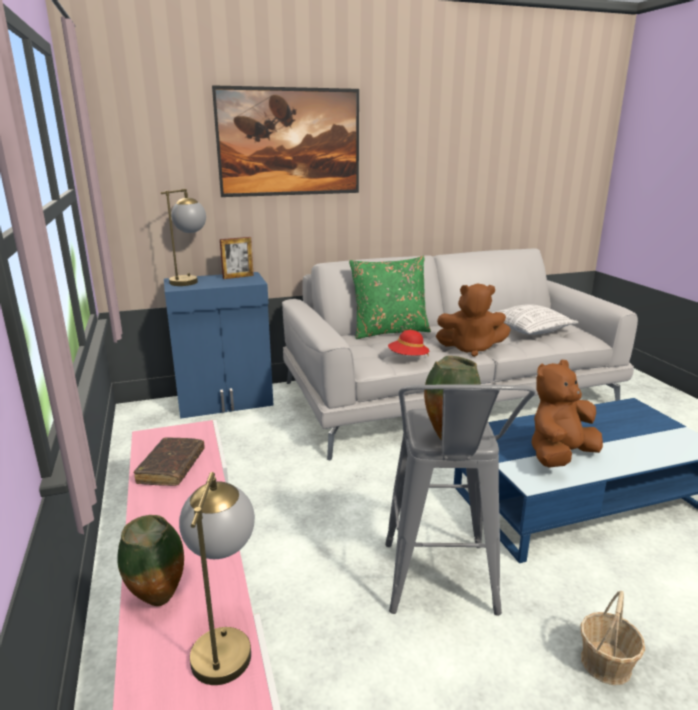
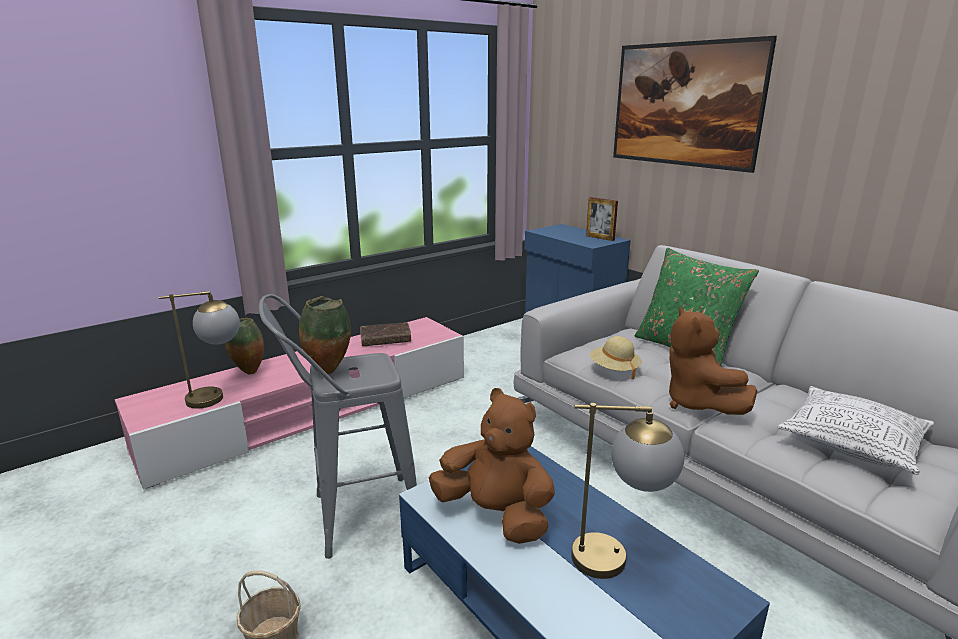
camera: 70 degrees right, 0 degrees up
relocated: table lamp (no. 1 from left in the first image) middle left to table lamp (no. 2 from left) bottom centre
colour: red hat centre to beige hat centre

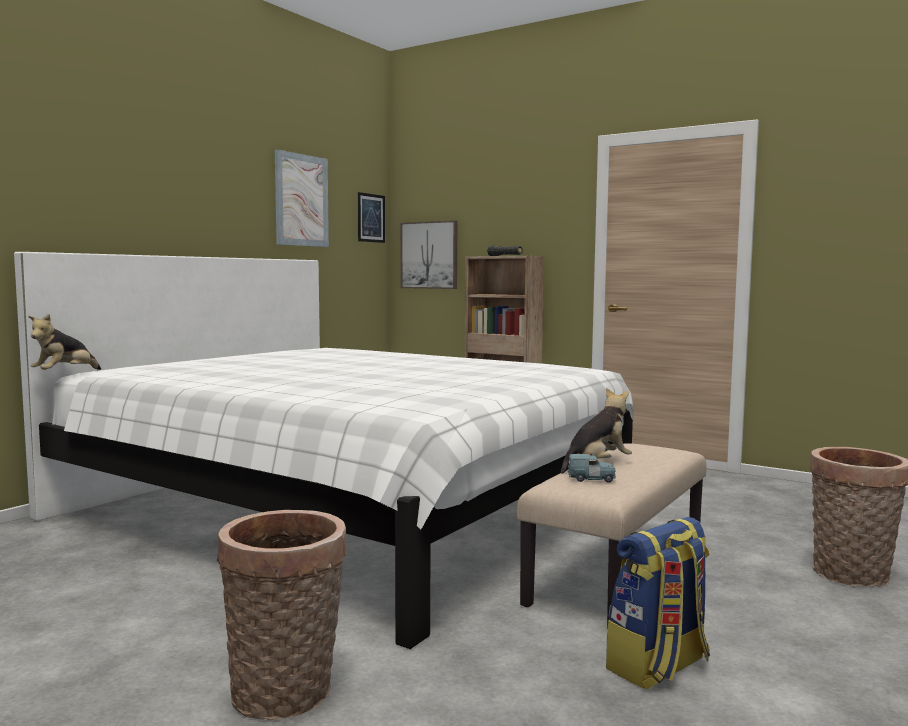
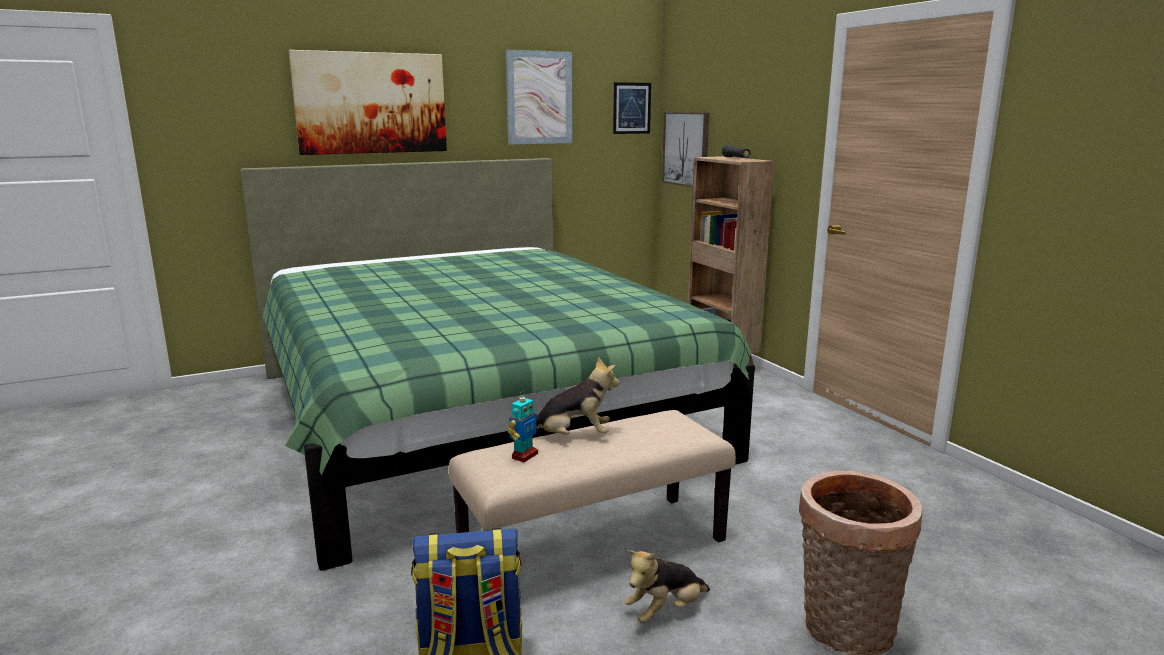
camera: 30 degrees right, 10 degrees up
missing: basket (no. 1 from left) bottom left
appeared: picture (no. 1 from left) top left
relocated: plush toy (no. 1 from left in the first image) middle left to plush toy (no. 2 from left) bottom centre
exchanged: blue toy car centre to toy robot centre
colour: white bed centre to green bed centre

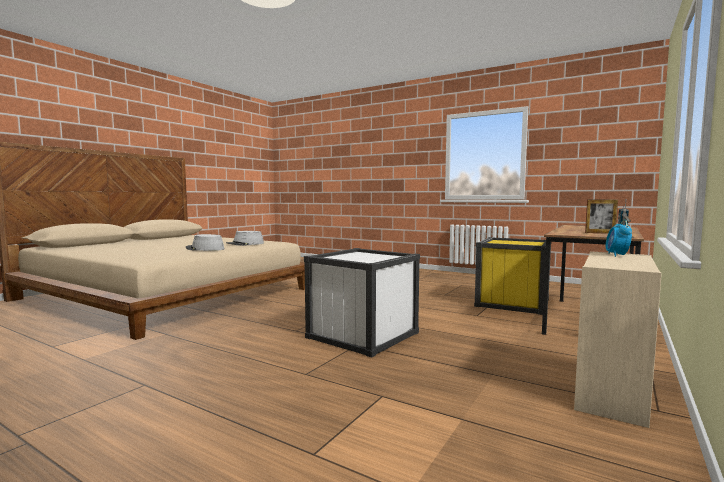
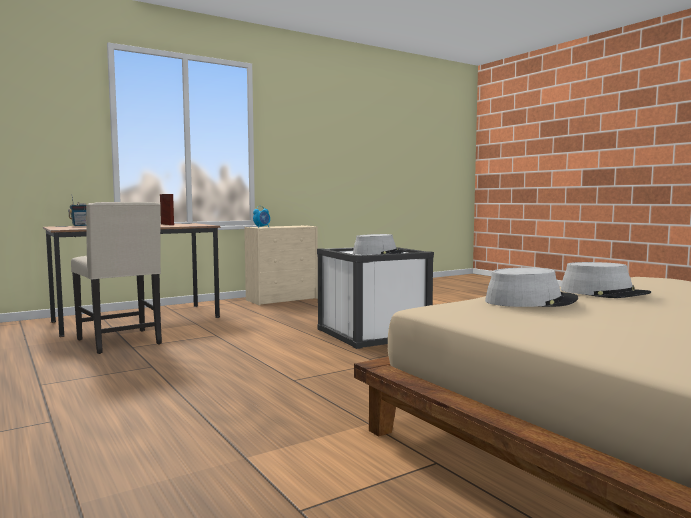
camera: 155 degrees left, 0 degrees up
appeared: grey hat (no. 1 from left) centre
exchanged: yellow storage box middle right to beige chair middle left

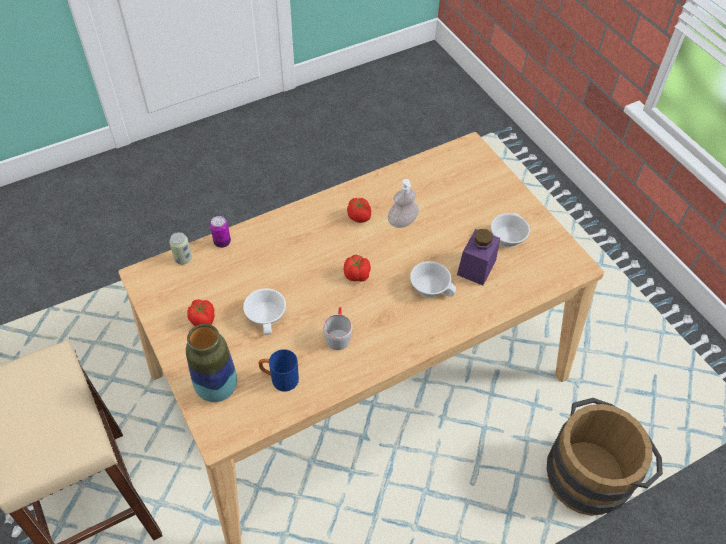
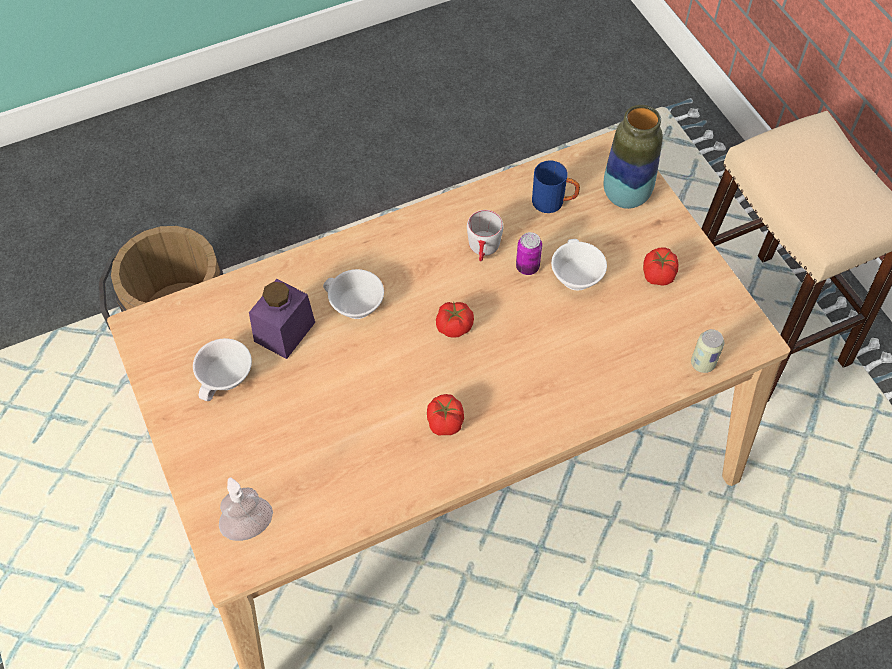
camera: 175 degrees left, 5 degrees up
relocated: can (no. 2 from left in the first image) middle left to can (no. 1 from left) centre; soap dispenser centre to bottom left

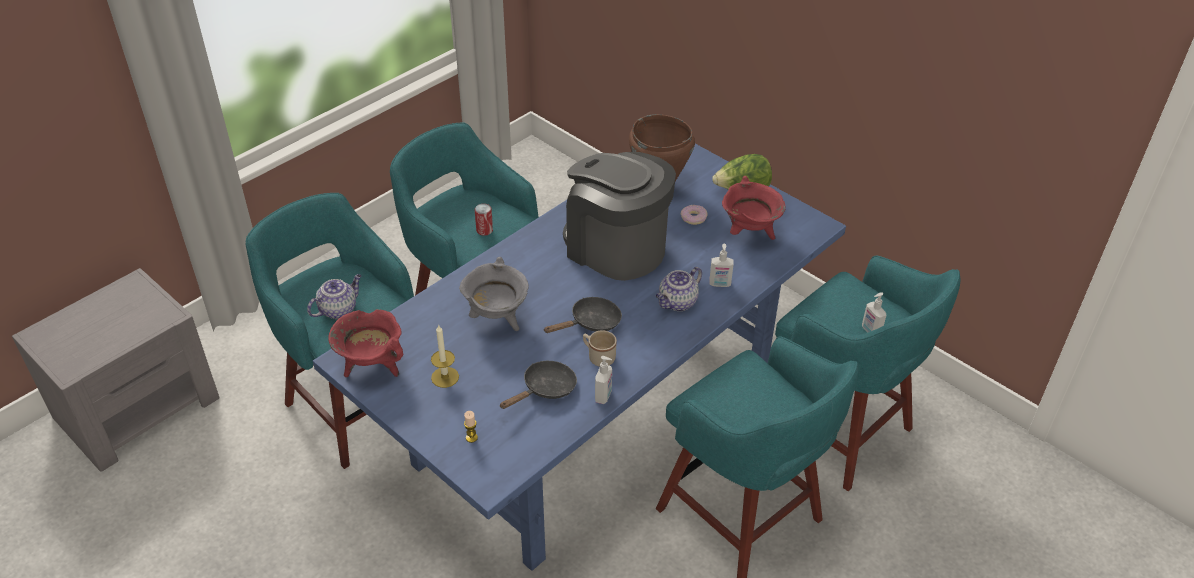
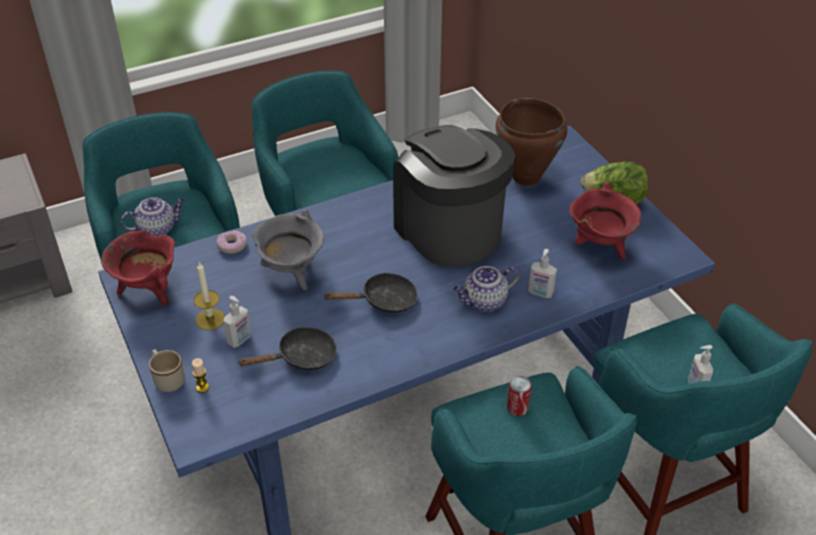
camera: 20 degrees right, 0 degrees up
relocated: can centre to bottom centre; beige mug centre to bottom left; soap dispenser (no. 1 from left) centre to middle left; donut centre to middle left

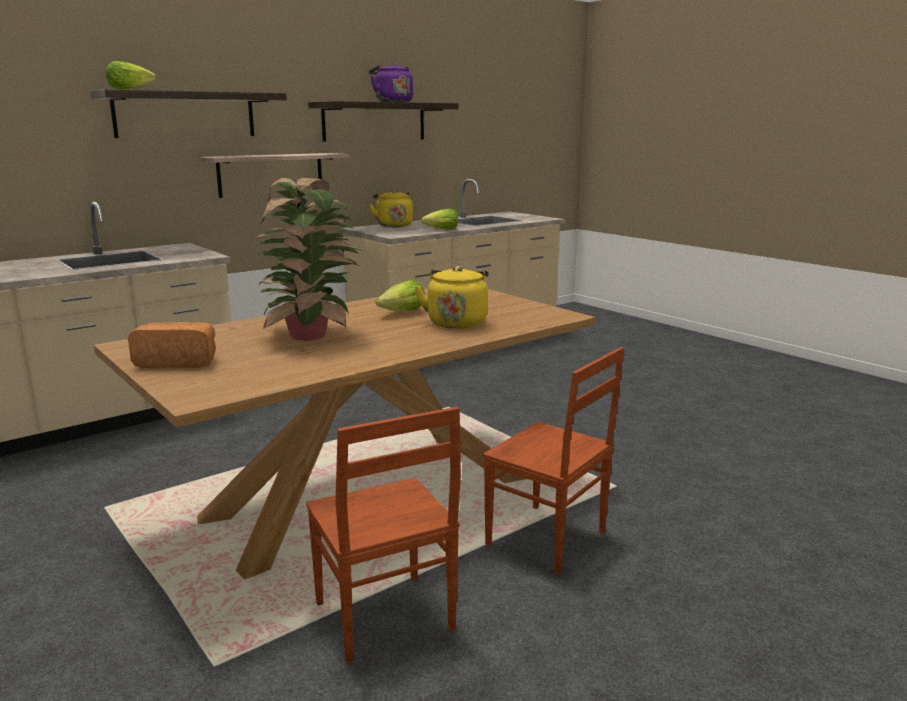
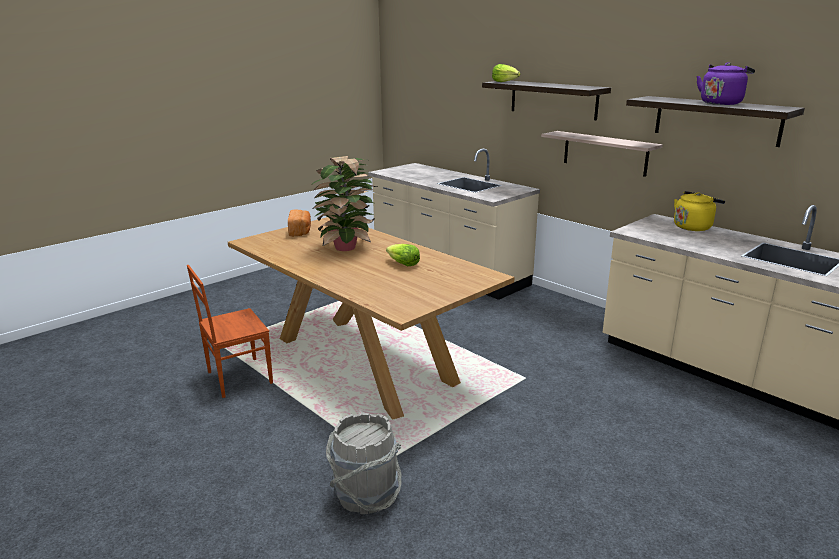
camera: 85 degrees right, 5 degrees up
missing: yellow kettle (no. 2 from left) centre; lettuce (no. 3 from left) top centre; brown chair (no. 2 from left) centre
appeared: grey bucket bottom centre

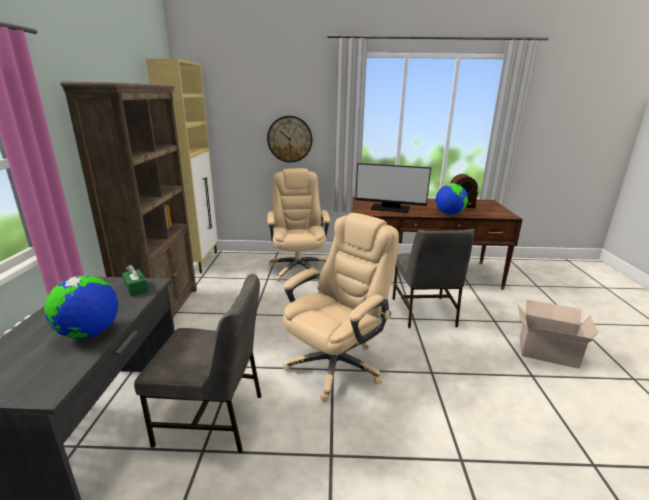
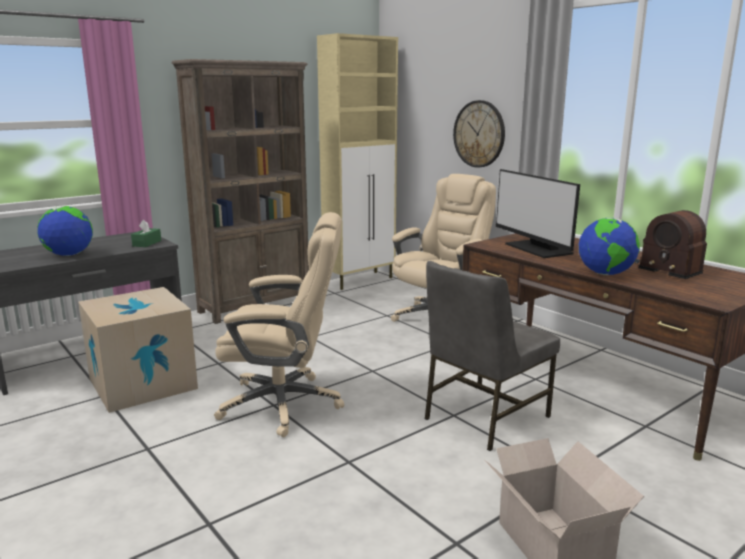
camera: 50 degrees right, 5 degrees down
exchanged: grey chair (no. 1 from left) bottom left to cardboard box (no. 1 from left) middle left

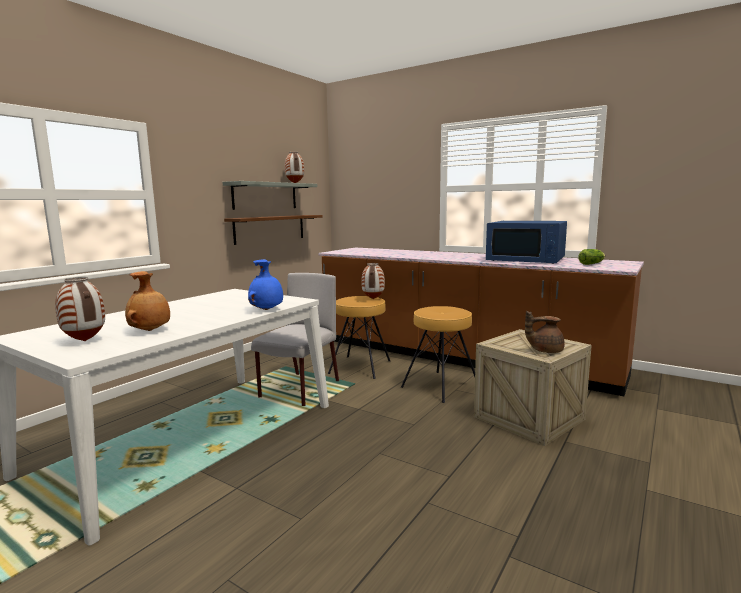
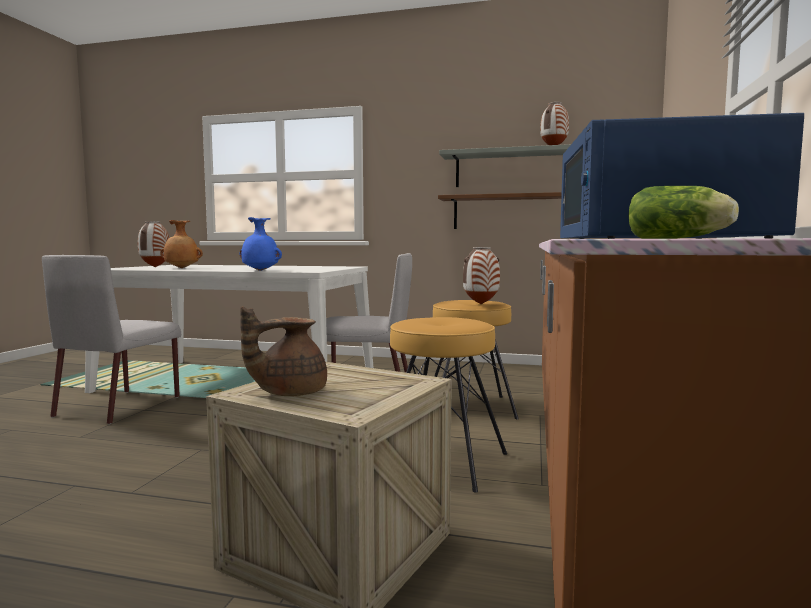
camera: 70 degrees right, 5 degrees down
appeared: grey chair (no. 1 from left) middle left
spun: brown teapot middle right = centre 105 degrees counterclockwise

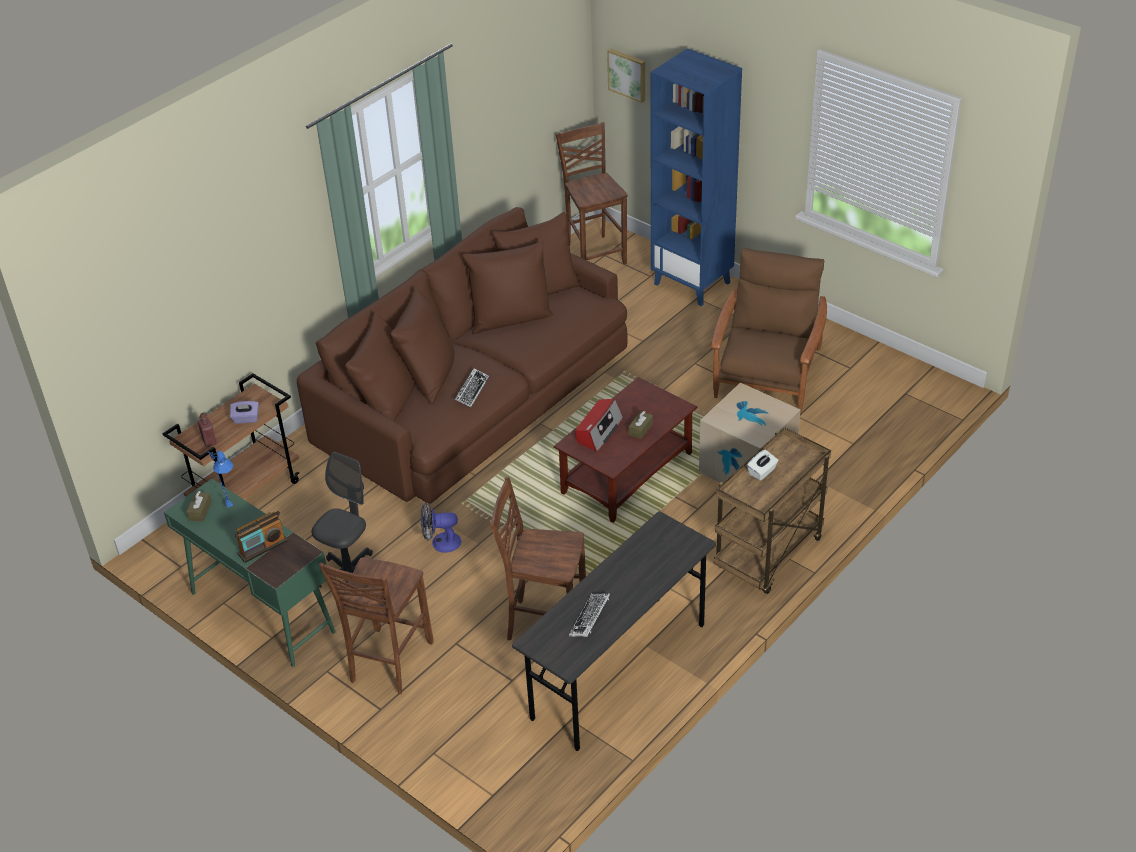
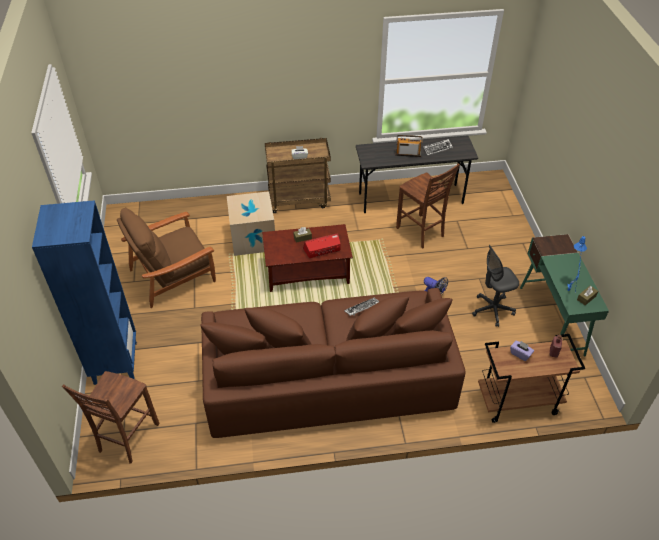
camera: 140 degrees left, 5 degrees up
missing: brown chair (no. 1 from left) bottom left; picture top centre
relocated: radio (no. 1 from left in the first image) middle left to radio (no. 2 from left) top centre

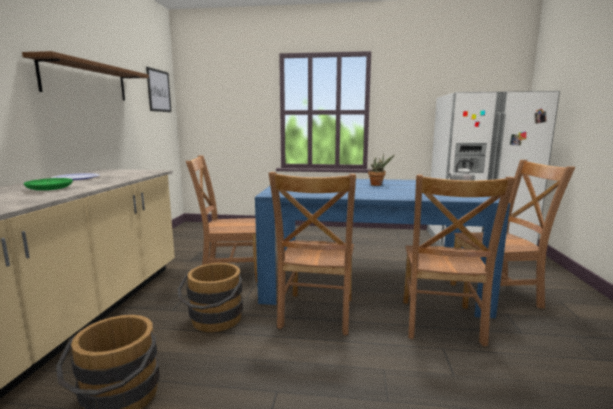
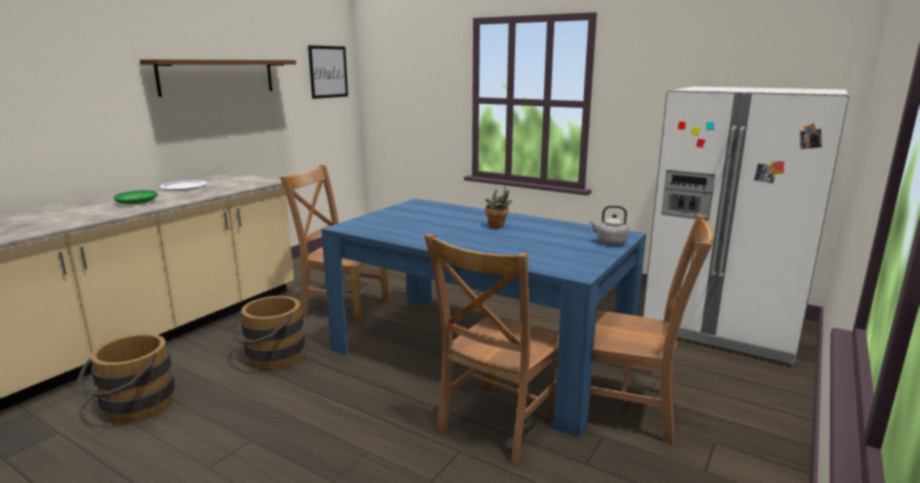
camera: 25 degrees right, 5 degrees up
missing: brown chair (no. 2 from left) centre

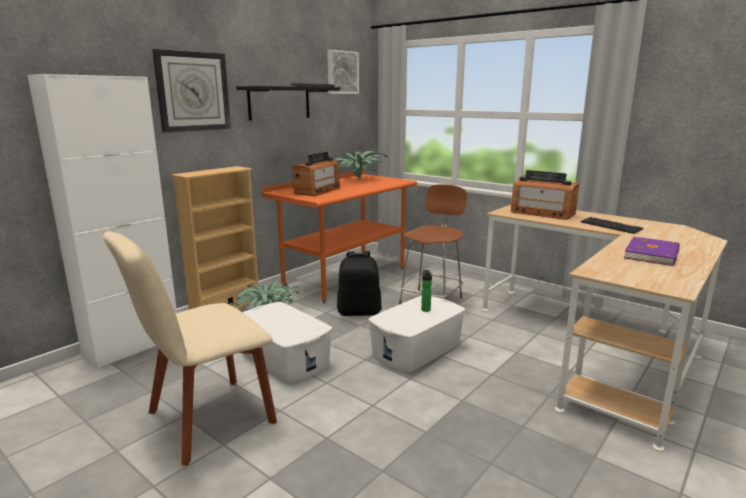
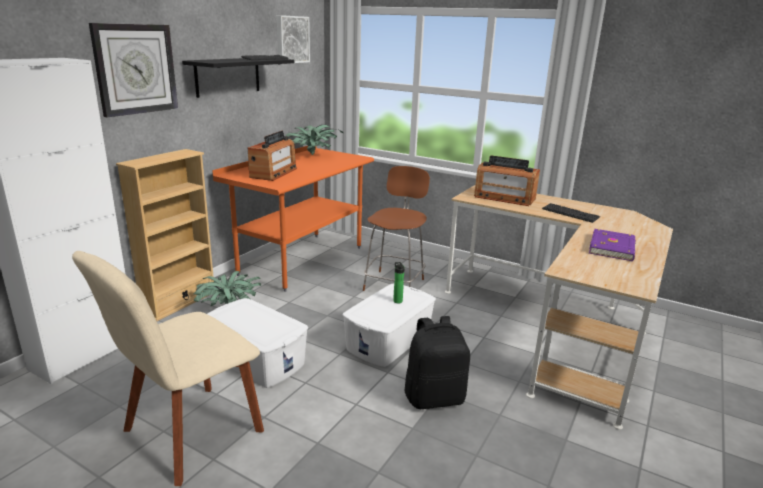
camera: 10 degrees left, 5 degrees up
relocated: black backpack centre to bottom centre

